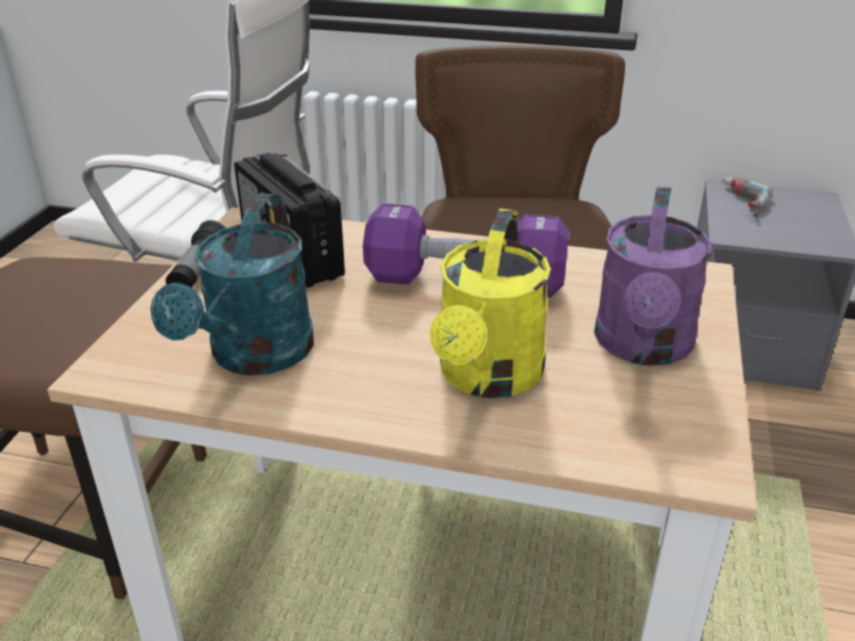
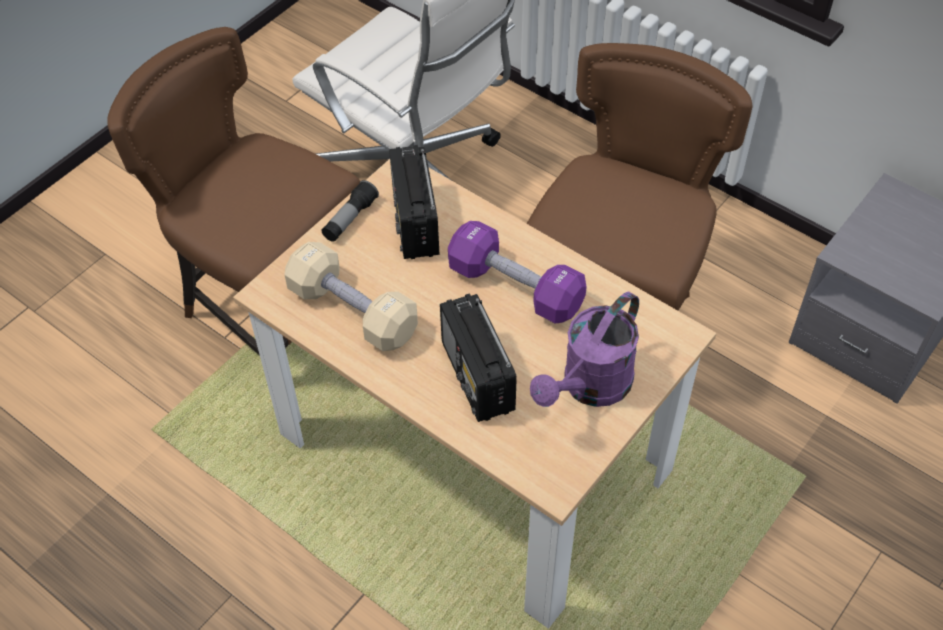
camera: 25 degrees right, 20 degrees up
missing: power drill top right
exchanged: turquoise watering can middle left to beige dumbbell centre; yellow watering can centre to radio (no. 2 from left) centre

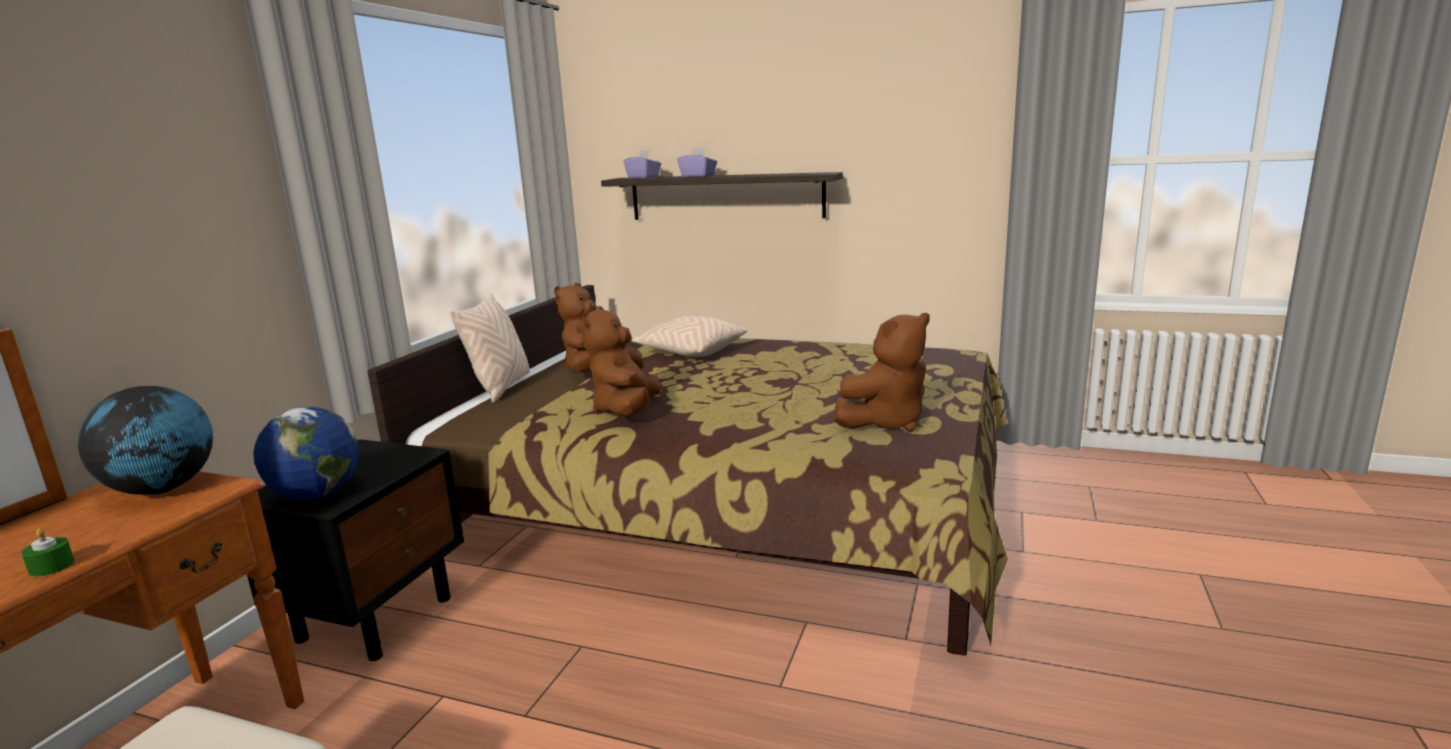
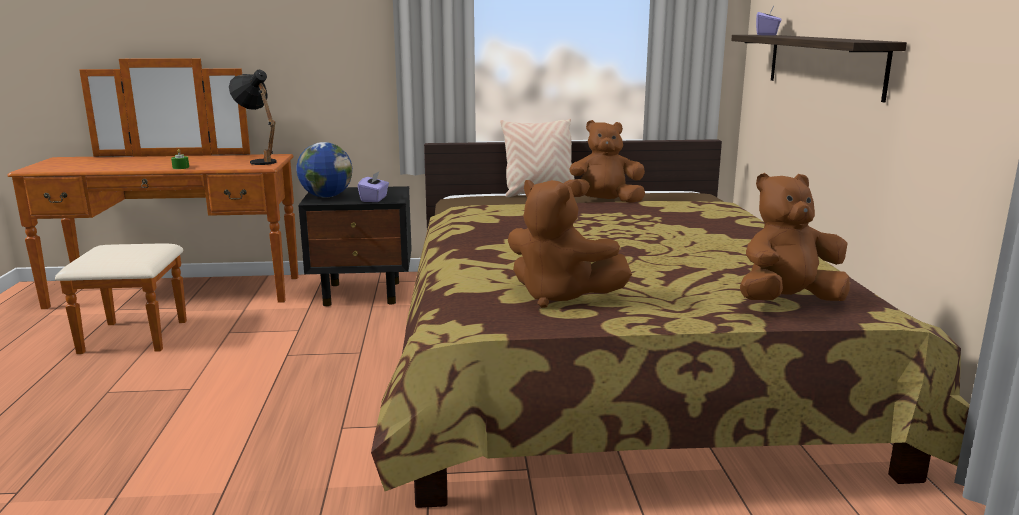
camera: 65 degrees right, 0 degrees up
missing: beige pillow (no. 2 from left) centre
relocated: brown plush toy (no. 2 from left in the first image) centre to brown plush toy (no. 3 from left) middle right; purple tissue box (no. 2 from left in the first image) top centre to purple tissue box (no. 1 from left) centre
exchanged: globe (no. 1 from left) middle left to black table lamp top left

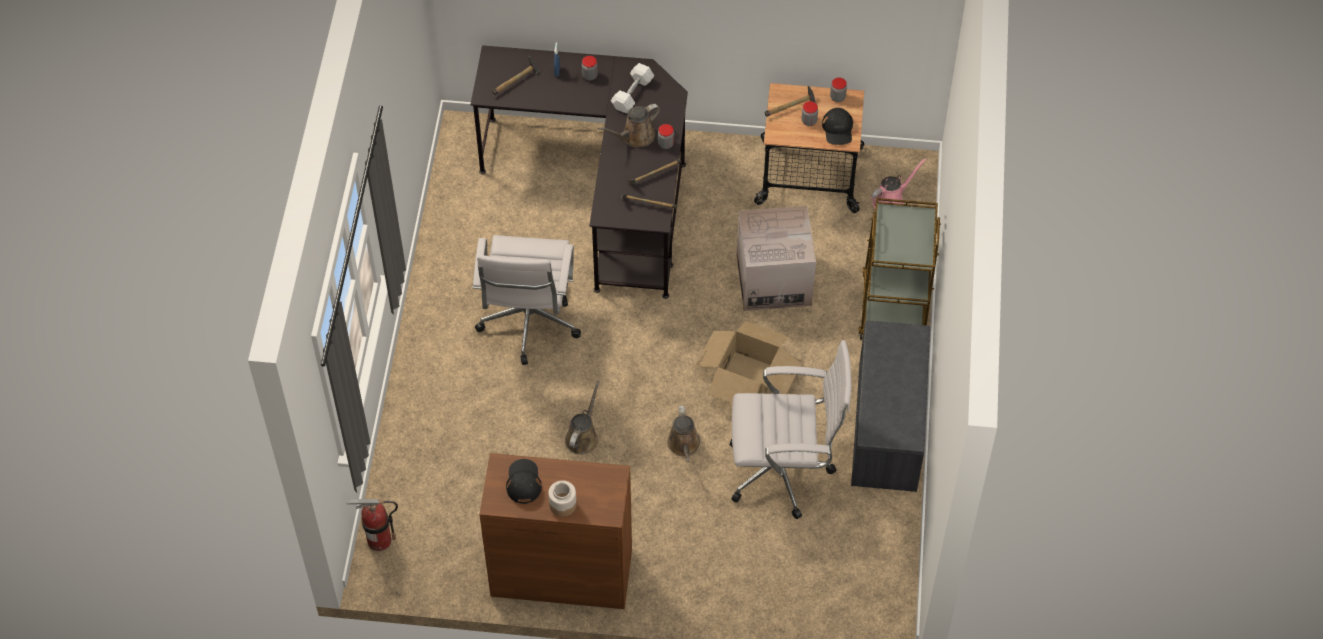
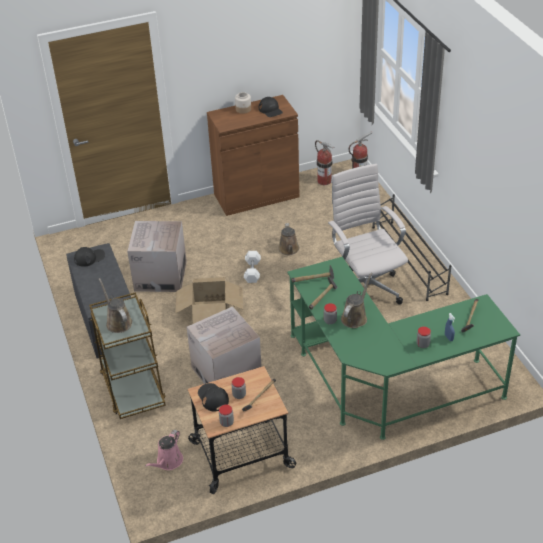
camera: 155 degrees right, 15 degrees down
appeared: black cap (no. 1 from left) middle left; fire extinguisher (no. 1 from left) top centre; black shoe rack middle right
relocated: white dumbbell top centre to centre; brown watering can (no. 3 from left in the first image) bottom centre to brown watering can (no. 1 from left) middle left
exchanged: white office chair (no. 2 from left) bottom centre to cardboard box (no. 1 from left) middle left
colour: black desk top centre to green desk middle right

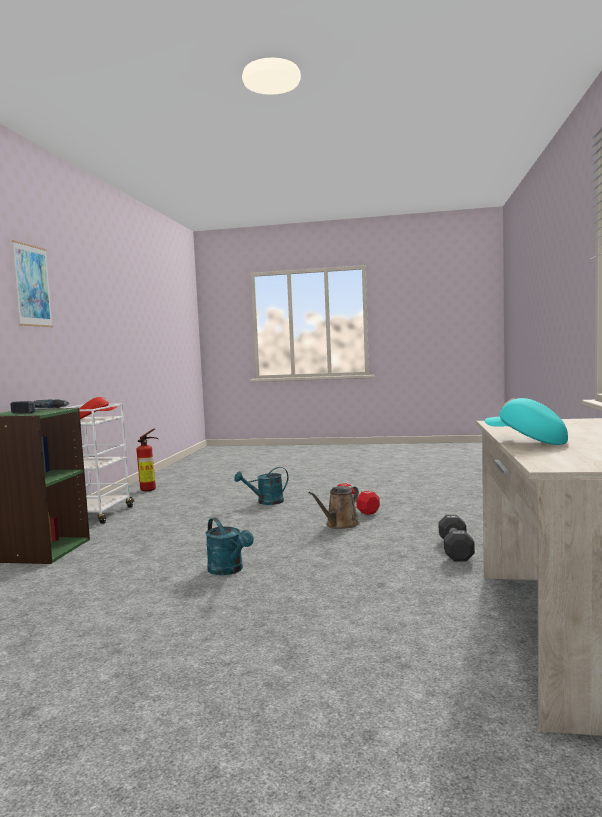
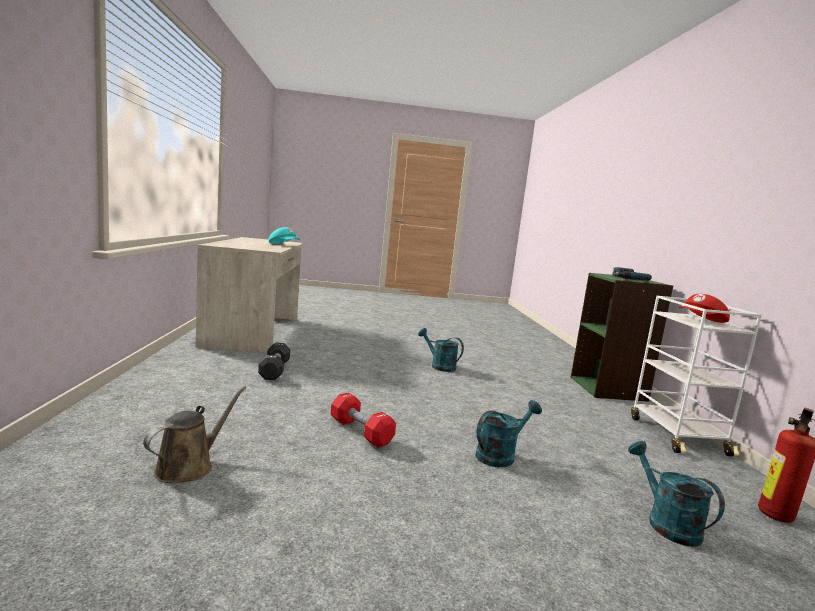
camera: 165 degrees right, 5 degrees up
missing: picture middle left
appeared: turquoise watering can (no. 3 from left) bottom right
relocated: brown watering can centre to bottom left

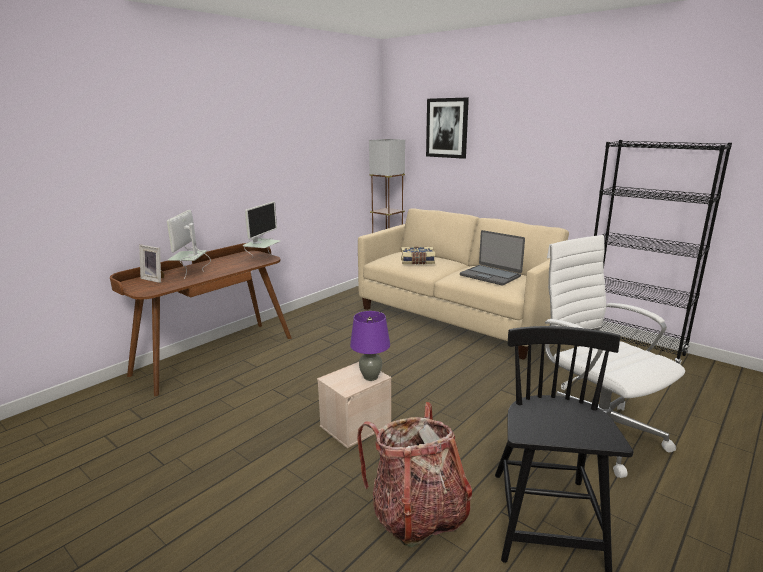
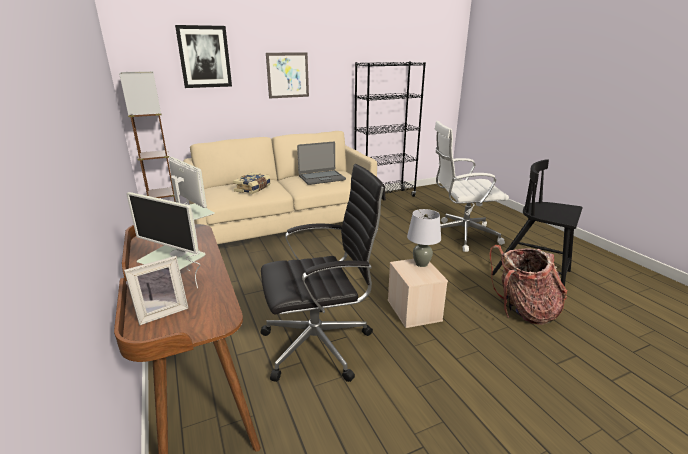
camera: 65 degrees left, 5 degrees up
appeared: black office chair centre; picture (no. 2 from left) top centre
colour: purple table lamp centre to grey table lamp centre

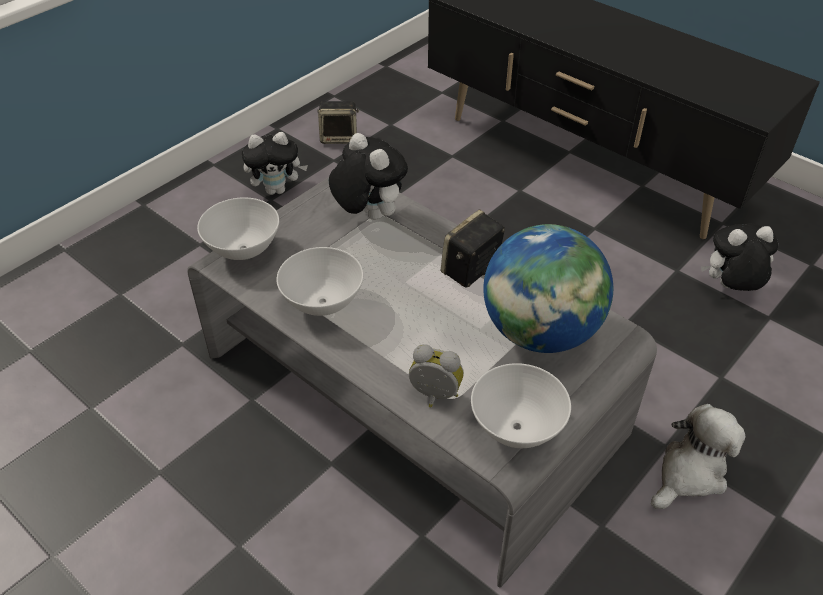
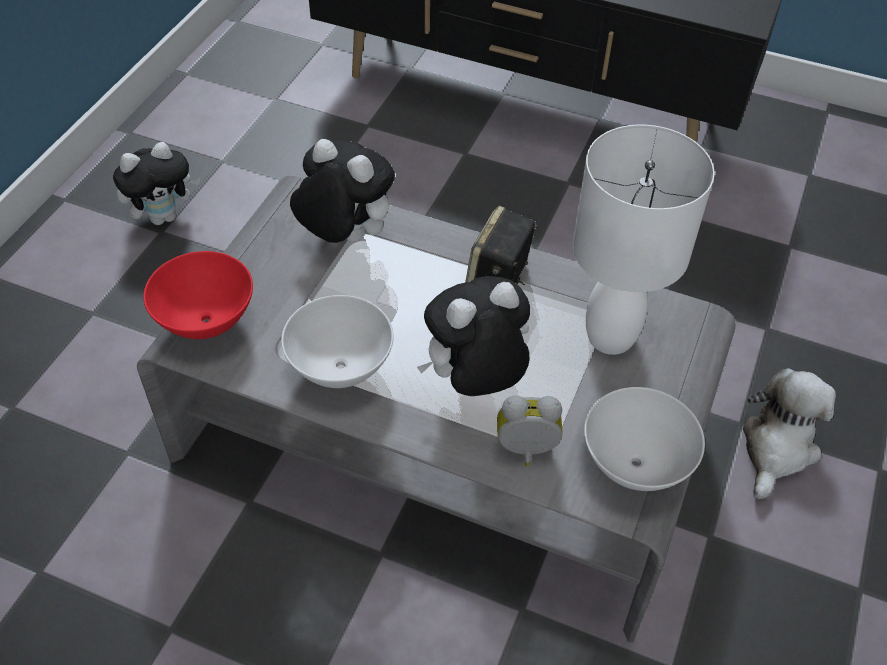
camera: 20 degrees left, 5 degrees up
missing: speaker (no. 1 from left) top centre
relocated: plush toy (no. 4 from left in the first image) middle right to plush toy (no. 3 from left) centre
exchanged: globe centre to white table lamp middle right
colour: white bowl (no. 1 from left) middle left to red bowl middle left

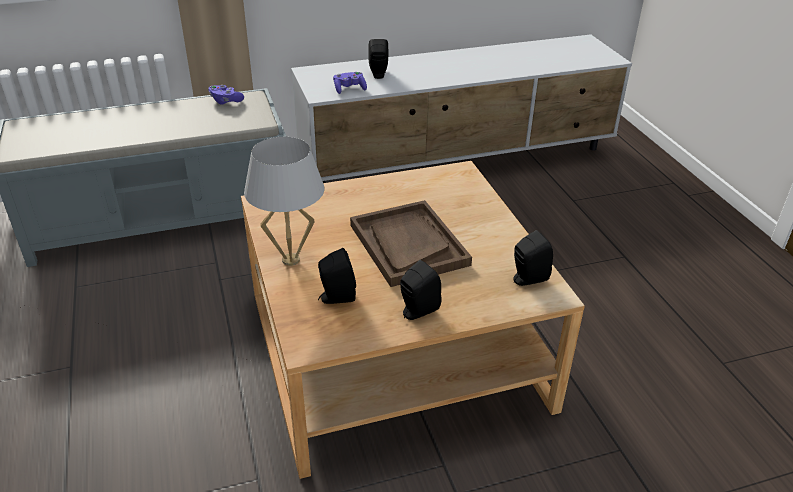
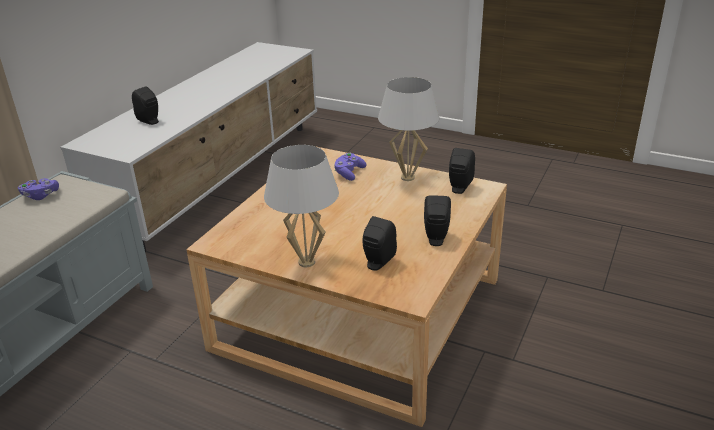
camera: 45 degrees left, 5 degrees down
missing: brown tray centre
appeared: white table lamp (no. 2 from left) top centre
relocated: purple game controller (no. 2 from left) top centre to centre

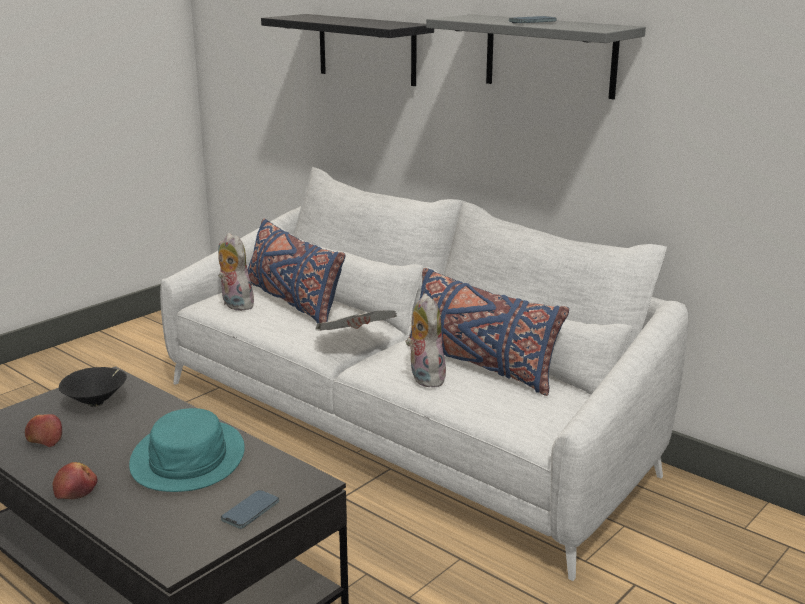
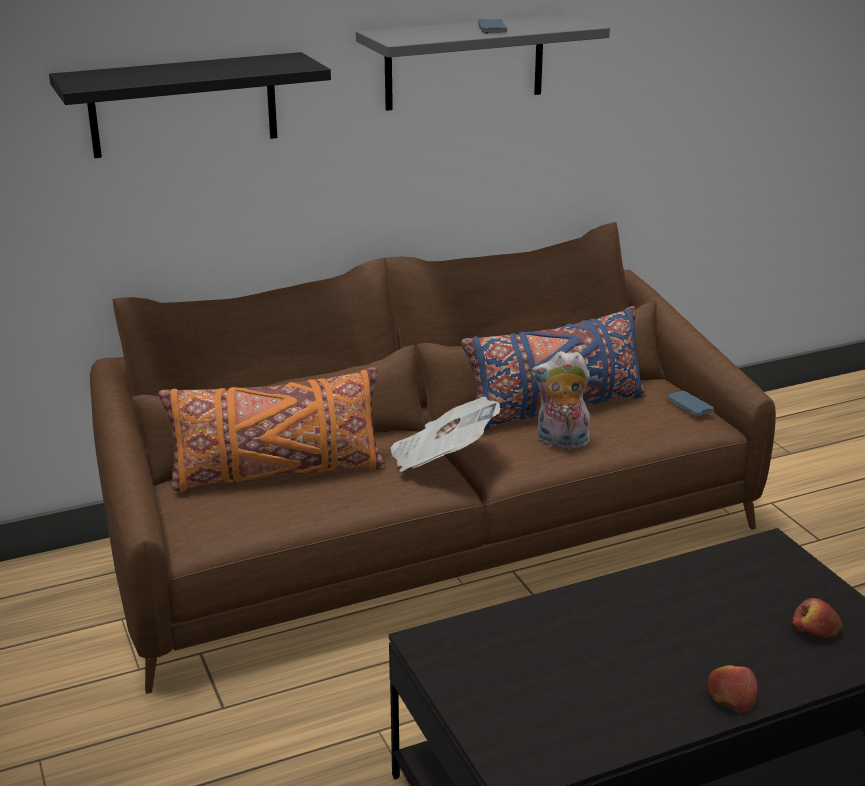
camera: 65 degrees left, 5 degrees up
missing: black bowl middle left; turquoise hat bottom left; plush toy (no. 1 from left) middle left
relocated: apple (no. 1 from left in the first image) bottom left to apple (no. 2 from left) bottom right; phone (no. 1 from left in the first image) bottom left to phone (no. 2 from left) middle right
colour: white sofa centre to brown sofa centre; blue pillow (no. 1 from left) centre to orange pillow middle left

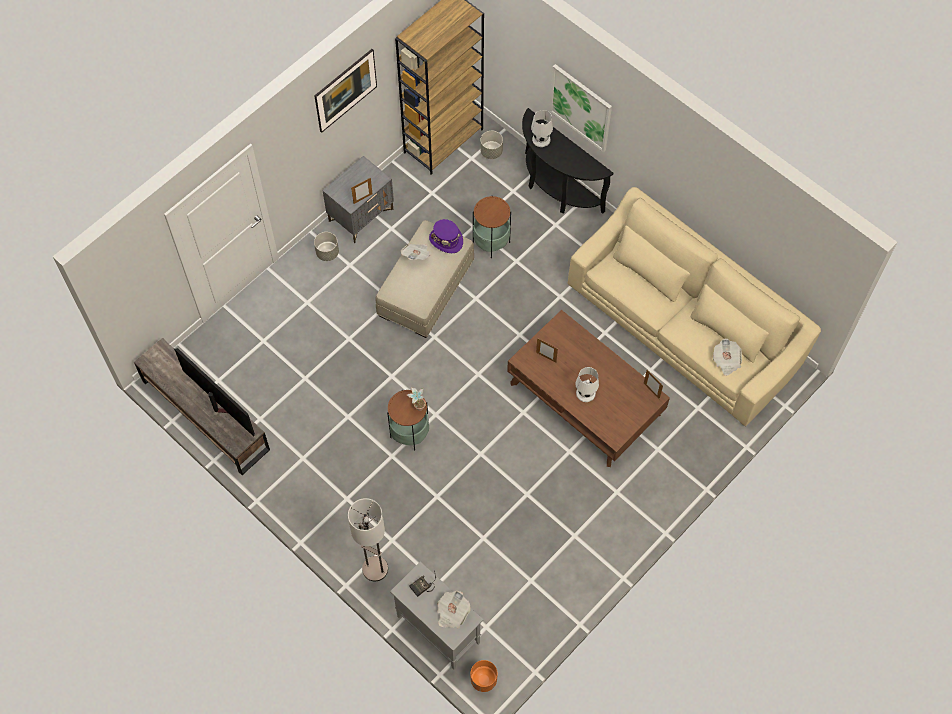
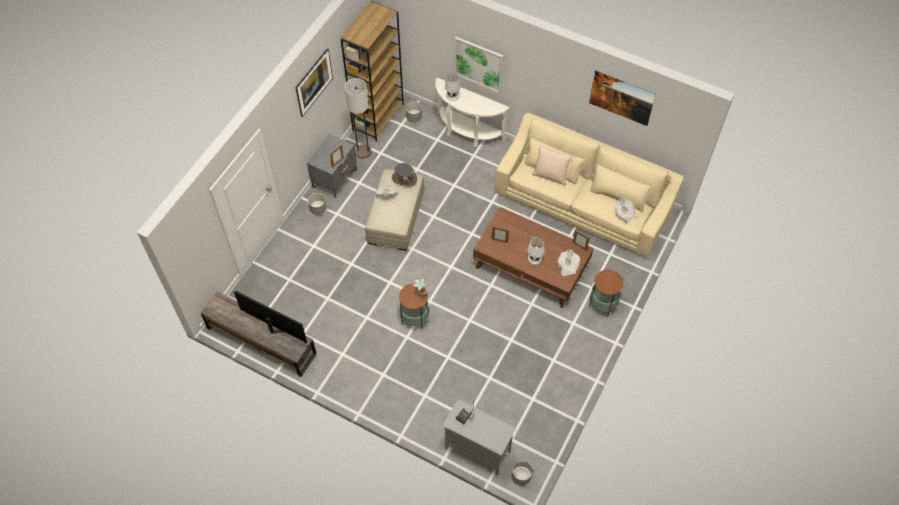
camera: 15 degrees left, 5 degrees down
appeared: beige pillow top centre; picture (no. 3 from left) top right
relocated: floor lamp bottom centre to top centre; newspaper (no. 2 from left) bottom centre to centre; side table (no. 2 from left) top centre to middle right
colour: purple hat top centre to grey hat centre; orange planter bottom centre to grey planter (no. 3 from left) bottom centre; black console table top centre to white console table top centre

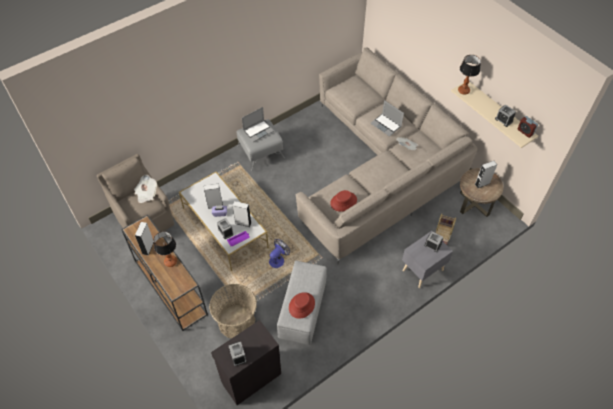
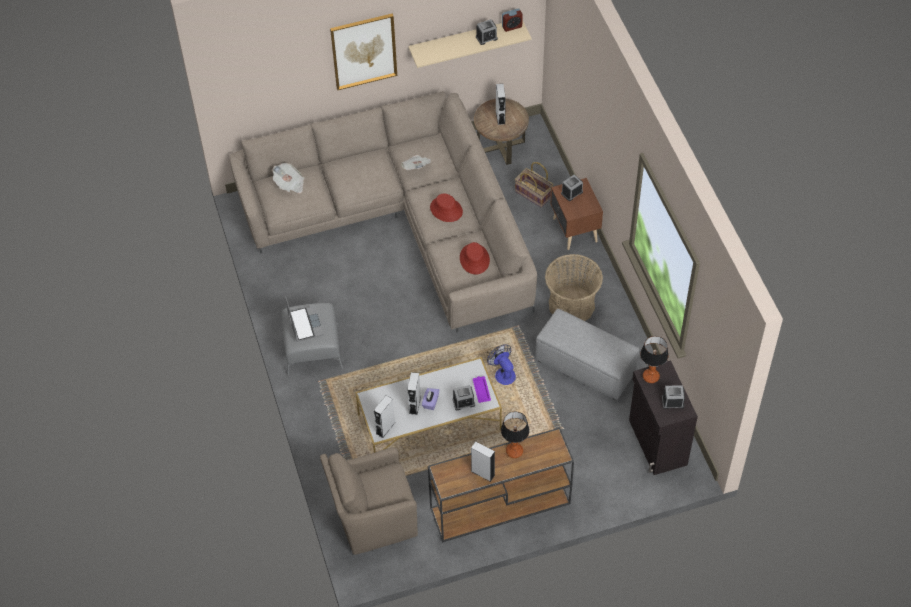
camera: 70 degrees left, 0 degrees up
missing: laptop (no. 2 from left) top centre
appeared: picture top centre
relocated: newspaper (no. 1 from left) middle left to top left; basket (no. 1 from left in the first image) bottom centre to basket (no. 2 from left) centre; grey speaker (no. 3 from left in the first image) centre to grey speaker (no. 1 from left) bottom centre; red hat (no. 1 from left) bottom centre to centre; table lamp (no. 2 from left) top right to middle right
colour: grey nightstand middle right to brown nightstand centre

